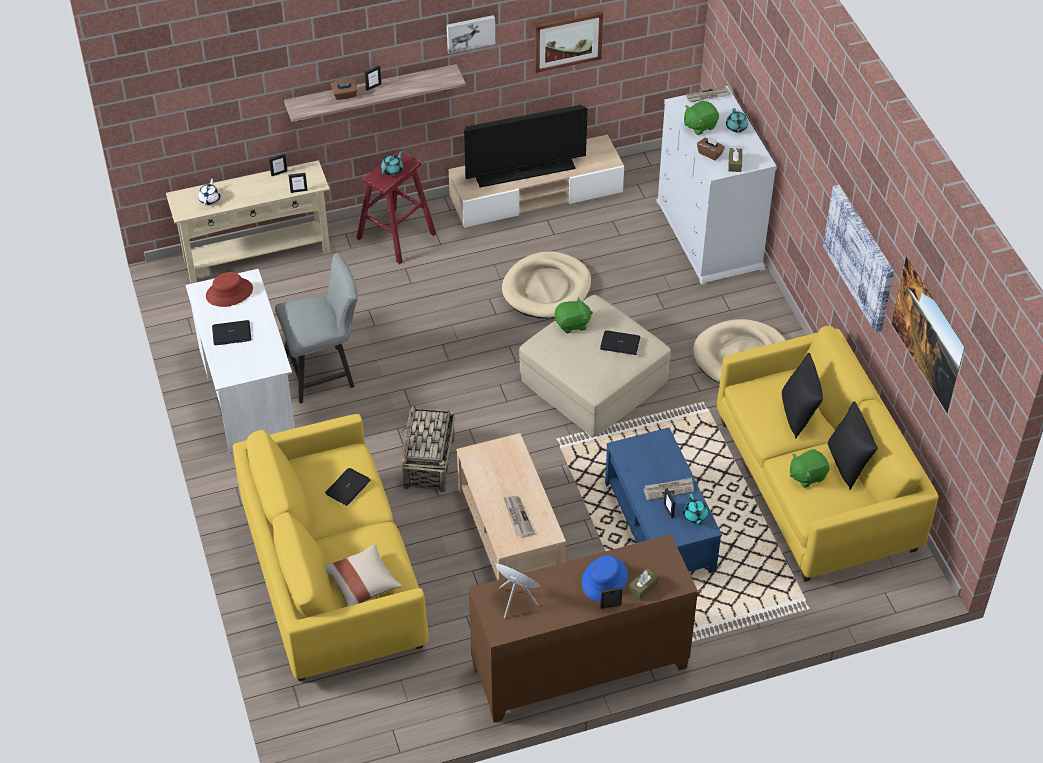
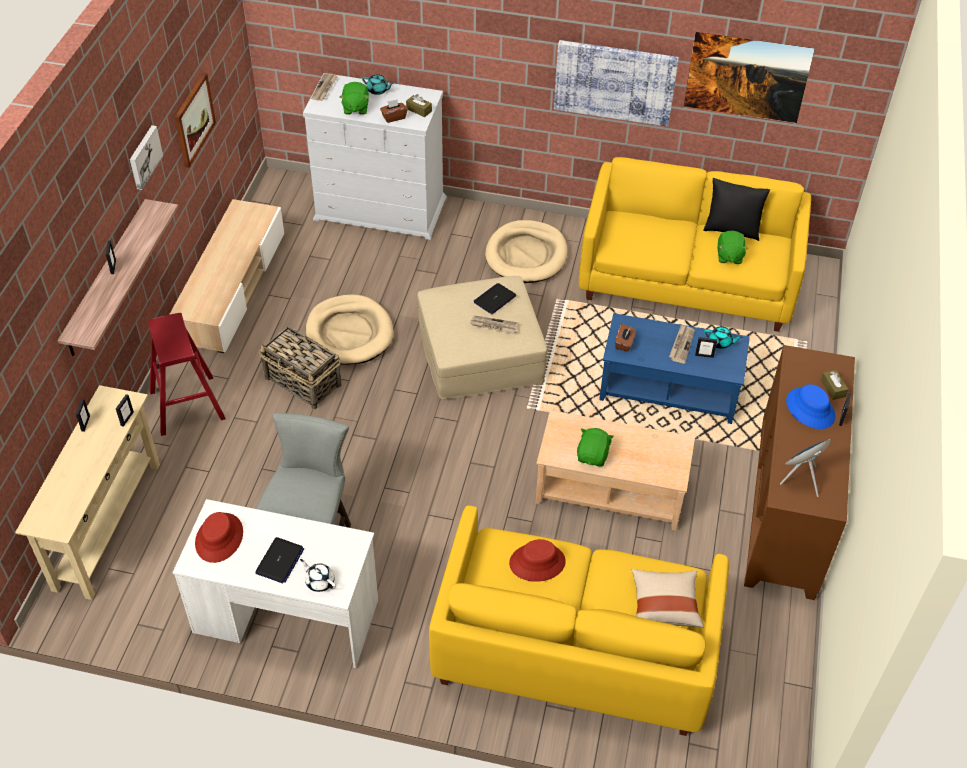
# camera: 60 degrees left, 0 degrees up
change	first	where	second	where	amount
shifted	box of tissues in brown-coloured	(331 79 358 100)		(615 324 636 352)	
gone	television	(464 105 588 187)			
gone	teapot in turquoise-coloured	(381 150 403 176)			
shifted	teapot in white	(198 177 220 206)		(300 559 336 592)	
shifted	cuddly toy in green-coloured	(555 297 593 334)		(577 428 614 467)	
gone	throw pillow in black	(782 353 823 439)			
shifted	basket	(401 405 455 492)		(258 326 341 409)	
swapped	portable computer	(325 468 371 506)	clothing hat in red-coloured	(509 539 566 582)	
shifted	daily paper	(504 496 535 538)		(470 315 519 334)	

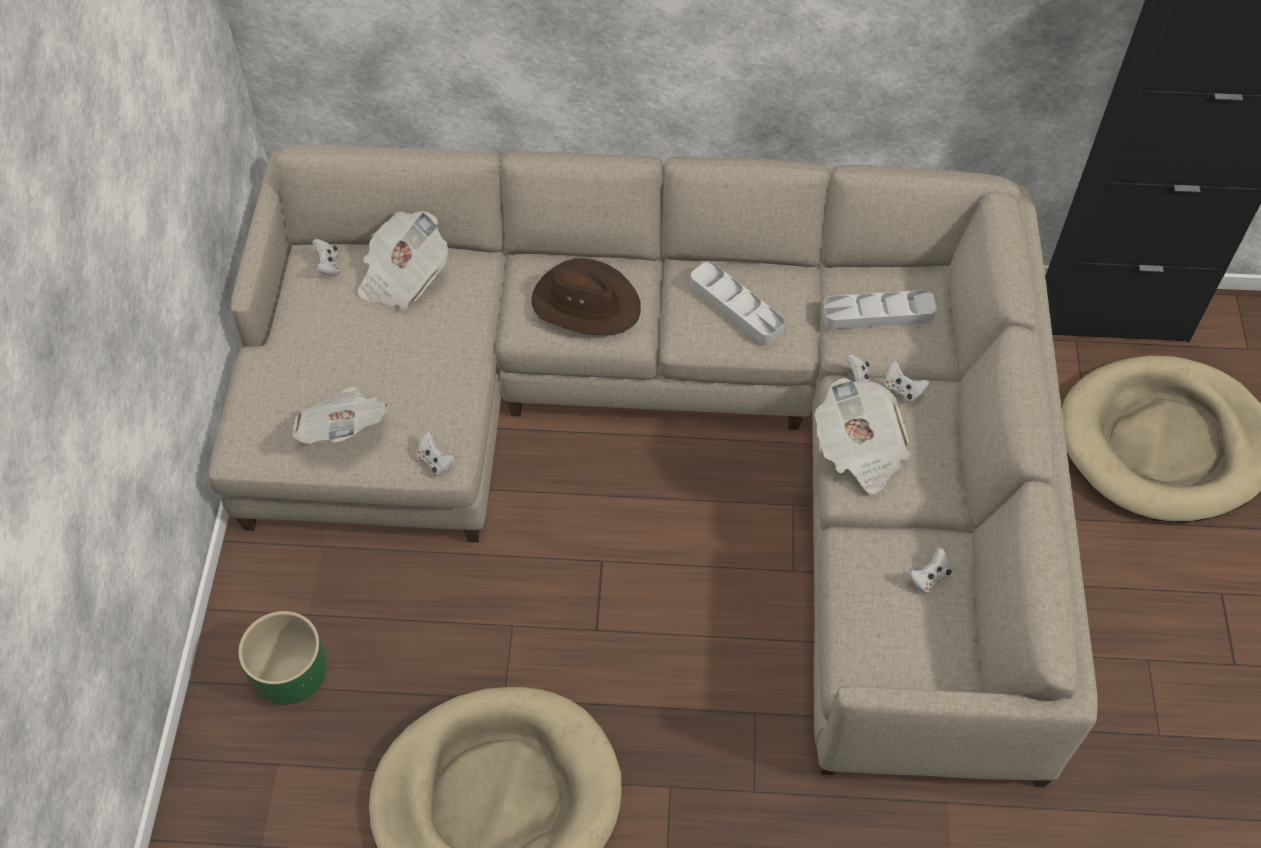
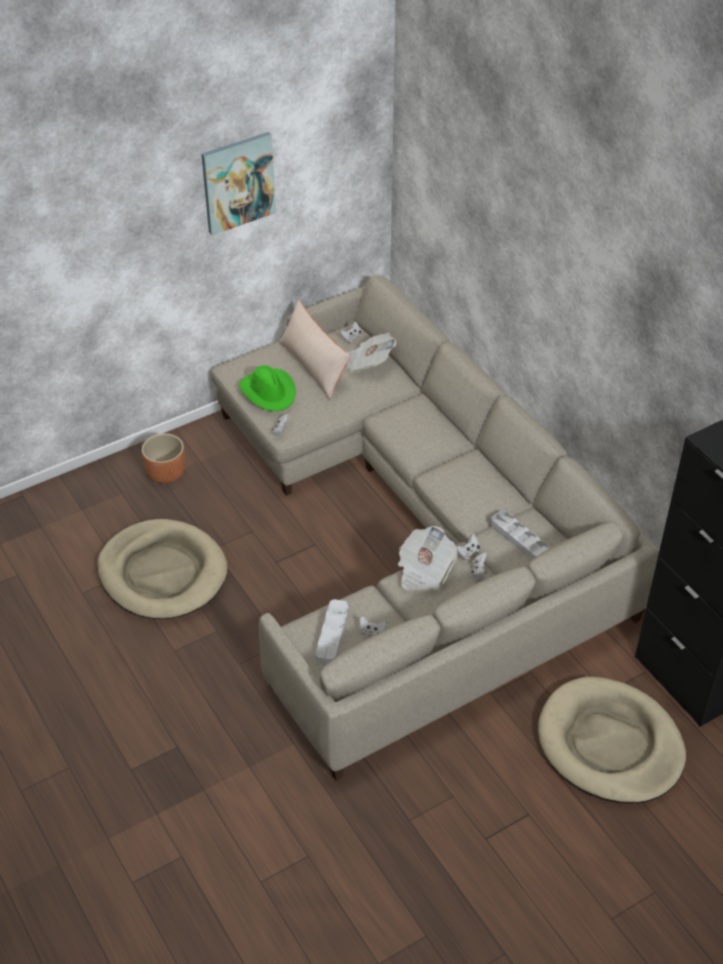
# camera: 55 degrees right, 10 degrees down
change	first	where	second	where	amount
gone	clothing hat in brown-coloured	(531 259 641 335)			
shifted	tray in greyish	(690 262 785 345)		(315 599 349 665)	
swapped	daily paper	(292 387 388 444)	clothing hat in green-coloured	(239 365 296 411)	
repainted	planter in green-coloured	(238 611 327 705)	planter in brown-coloured	(142 433 185 483)	
new			picture	(201 132 276 235)	
new			throw pillow in sand-coloured	(279 300 351 400)	

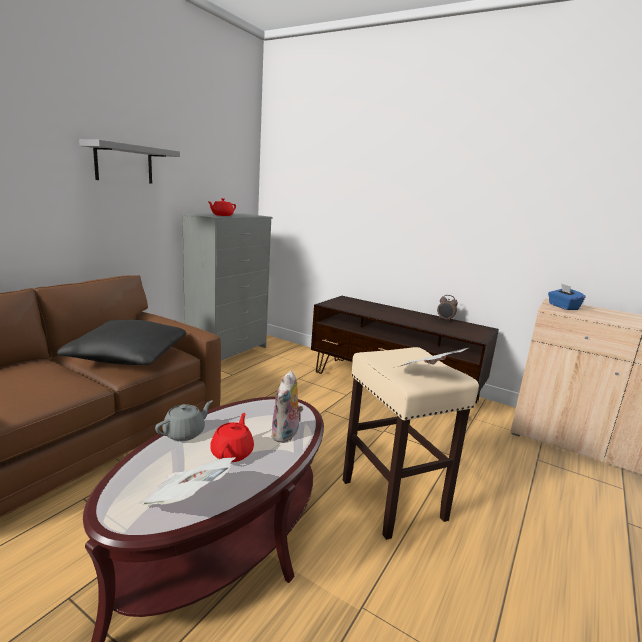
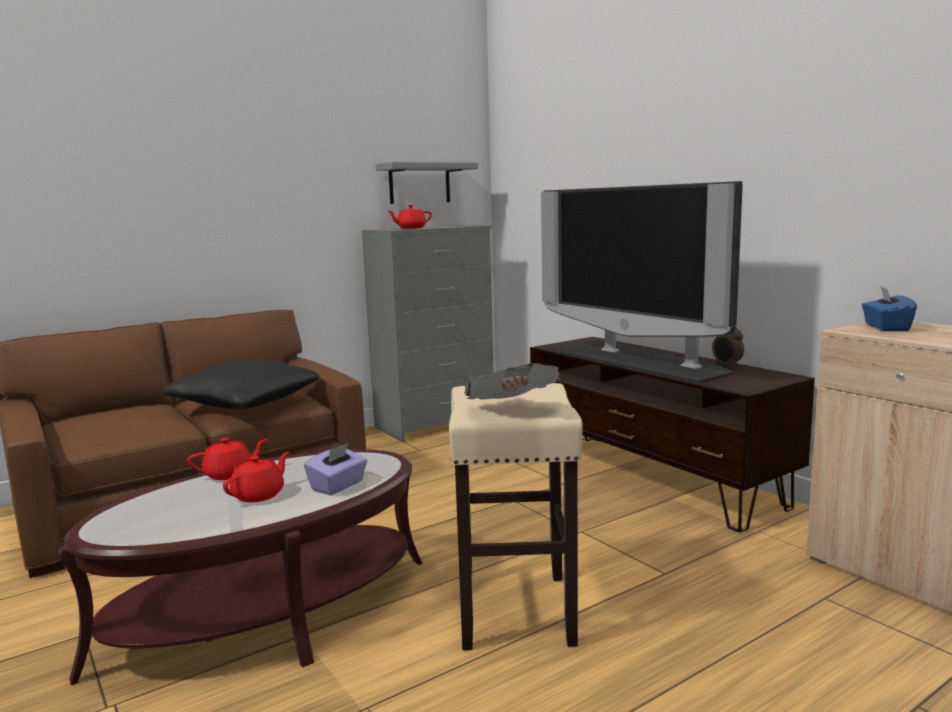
# camera: 25 degrees right, 5 degrees down
change	first	where	second	where	amount
shifted	shelf in greyish	(79 139 180 184)		(375 162 478 204)	
swapped	cuddly toy	(271 371 303 443)	box of tissues in purple-coloured	(304 443 367 495)	
repainted	teapot in greyish	(155 401 213 441)	teapot in red-coloured	(188 438 268 480)	
gone	daily paper	(139 457 236 505)			
new			television	(541 181 743 383)	

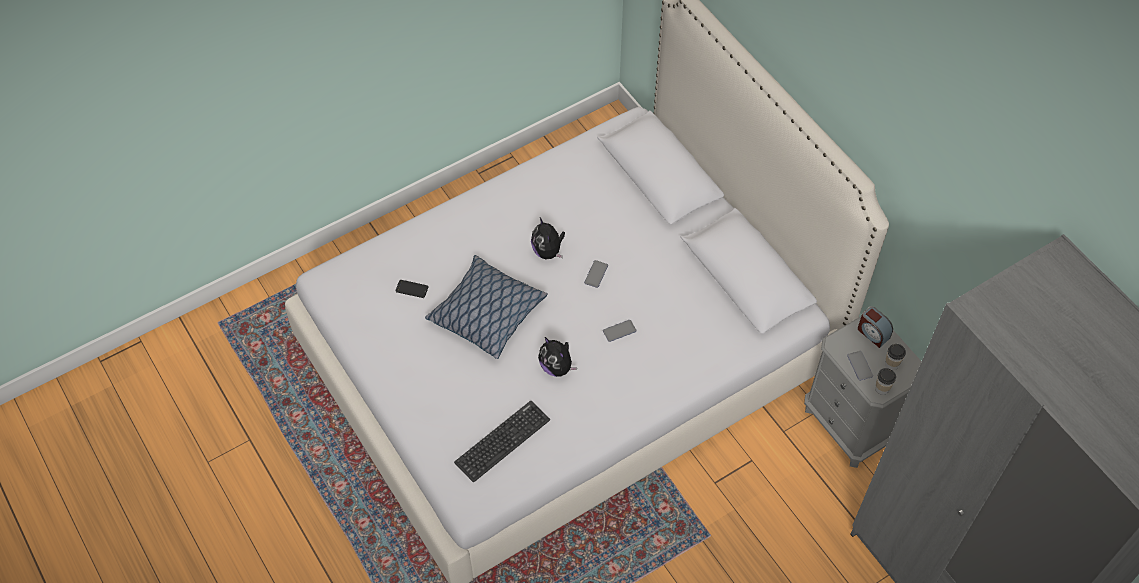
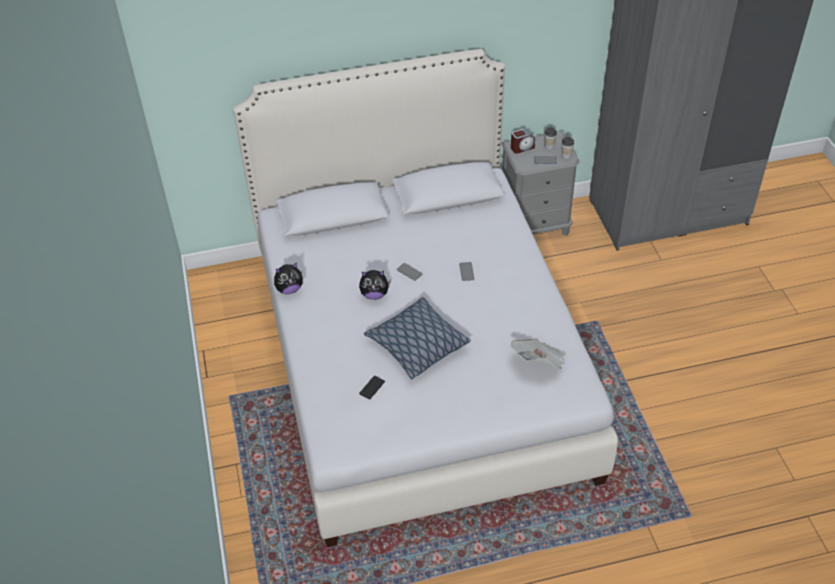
# camera: 70 degrees left, 10 degrees down
change	first	where	second	where	amount
shifted	cuddly toy	(538 337 577 377)		(274 262 303 294)	
swapped	PC keyboard	(454 401 550 482)	daily paper	(511 338 566 369)	

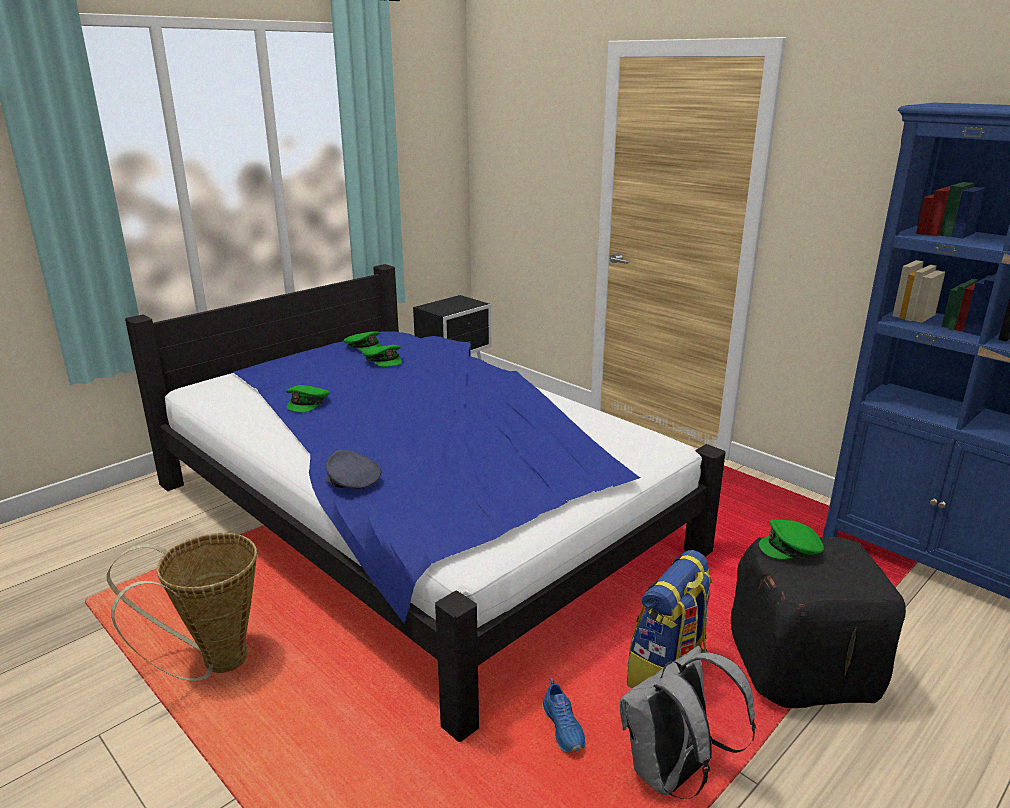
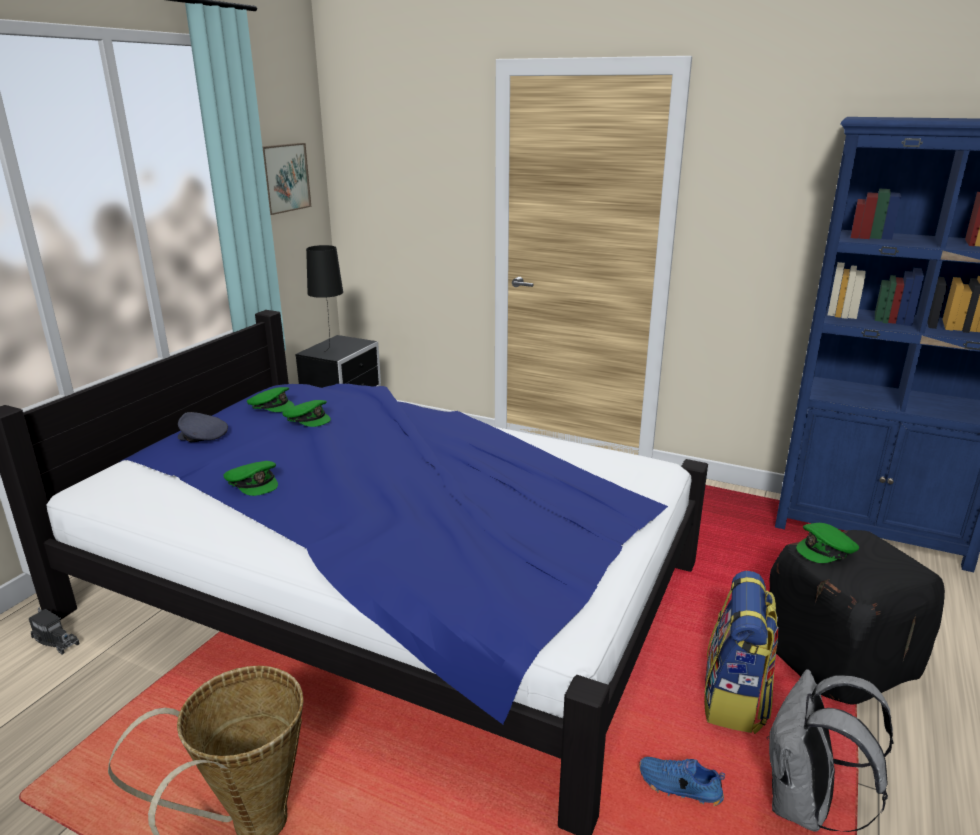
# camera: 20 degrees left, 0 degrees up
change	first	where	second	where	amount
rotated	baseball cap in green-coloured	(286 385 329 413)		(223 461 278 496)	45 degrees counterclockwise
shifted	baseball cap in greyish	(326 450 381 489)		(178 412 228 442)	
rotated	shoe in blue	(542 678 585 753)		(639 757 725 806)	150 degrees clockwise
new			picture	(262 143 311 215)	
new			tabletop lamp in black	(306 245 343 351)	
new			model truck	(29 607 80 655)	

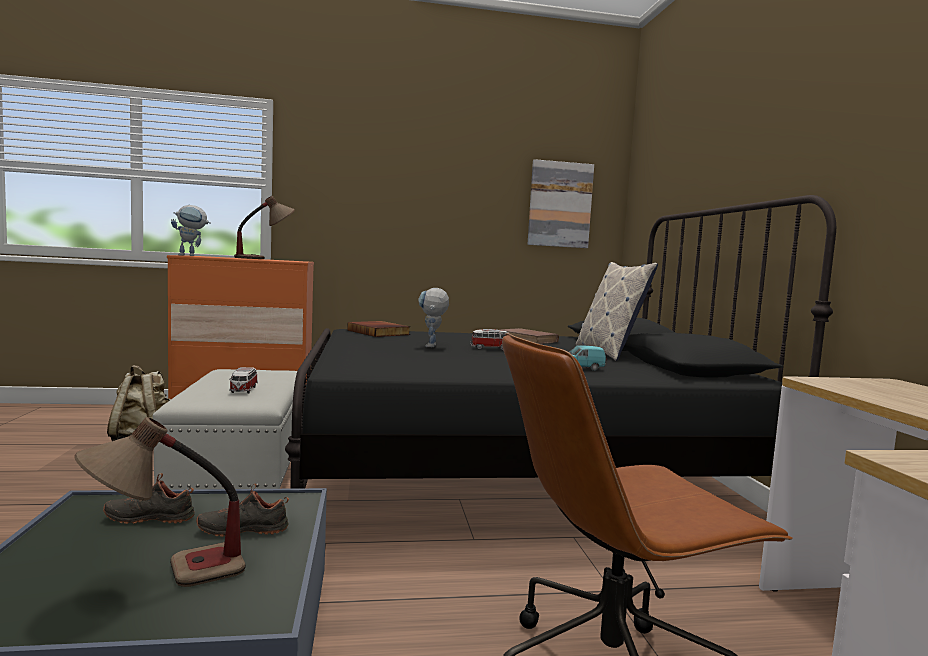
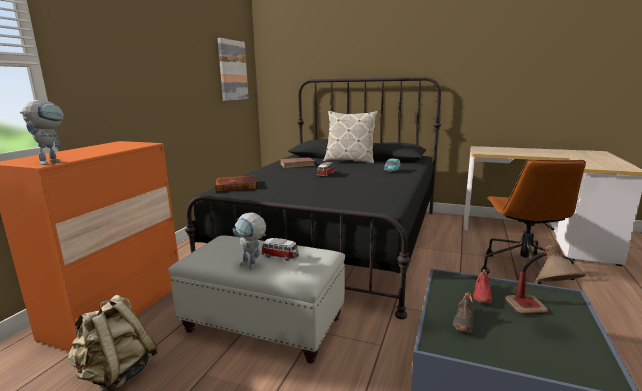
# camera: 60 degrees left, 10 degrees up
change	first	where	second	where	amount
gone	tabletop lamp	(234 196 295 259)			
shifted	robot figure	(418 288 449 347)		(233 213 266 269)	
repainted	shoe in black	(196 484 289 537)	shoe in red-coloured	(473 269 492 304)	

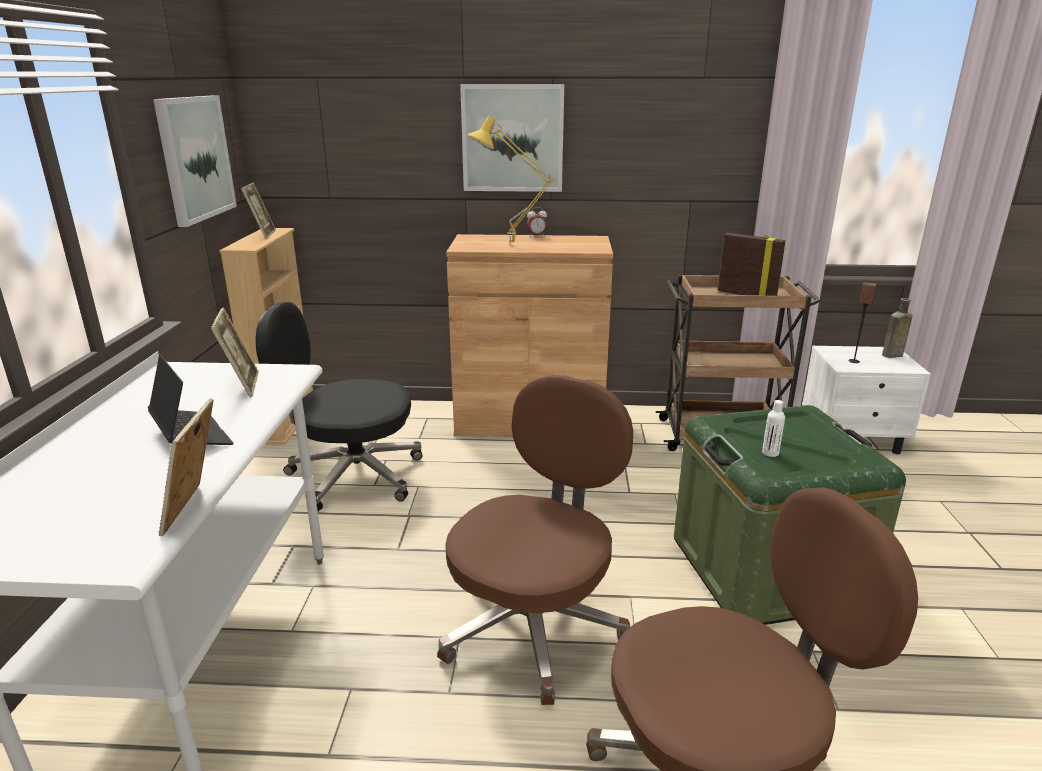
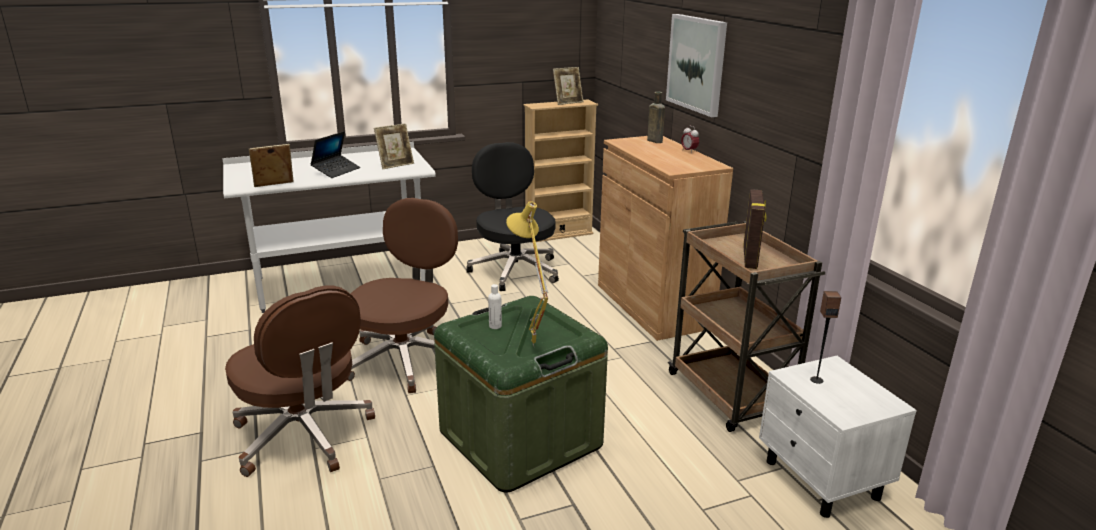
# camera: 65 degrees right, 0 degrees up
change	first	where	second	where	amount
gone	picture	(153 96 237 227)			
shifted	tabletop lamp in yellow	(467 116 554 246)		(506 201 548 346)	
shifted	drink bottle in brown-coloured	(882 298 912 358)		(647 92 665 143)	
rotated	computer chair in brown-coloured	(437 375 633 705)		(347 198 458 393)	75 degrees counterclockwise

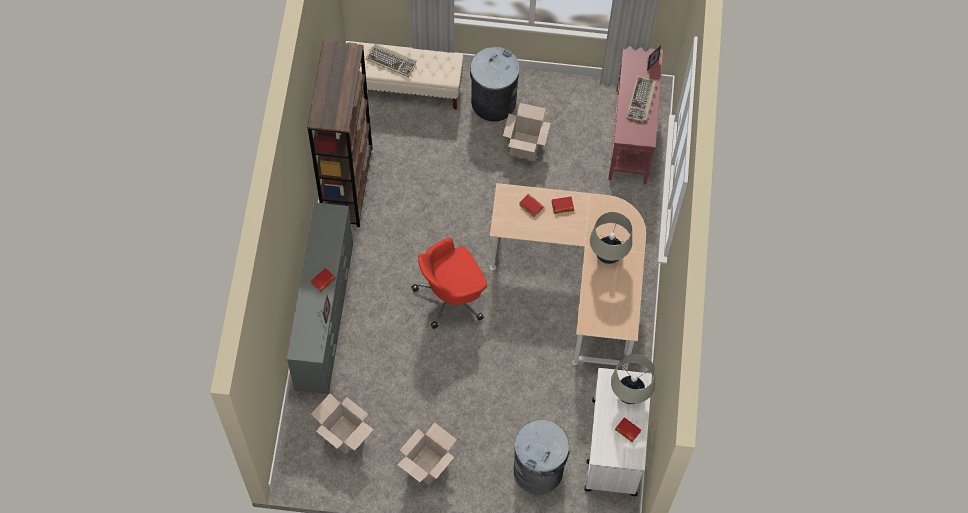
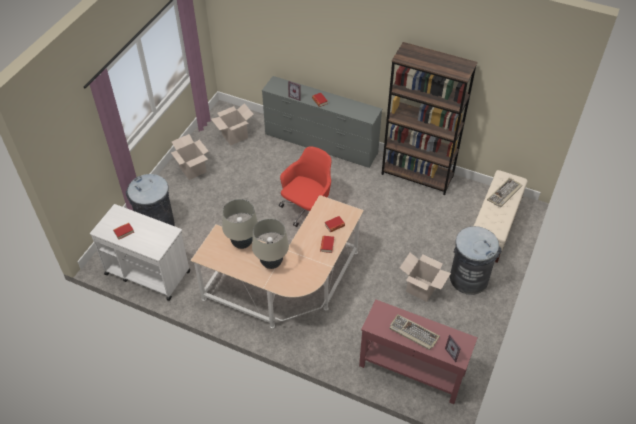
# camera: 110 degrees right, 15 degrees down
change	first	where	second	where	amount
rotated	computer chair in red-coloured	(411 238 487 329)		(279 146 332 227)	45 degrees clockwise
shifted	tabletop lamp in sand-coloured	(611 354 655 404)		(222 199 258 249)	

